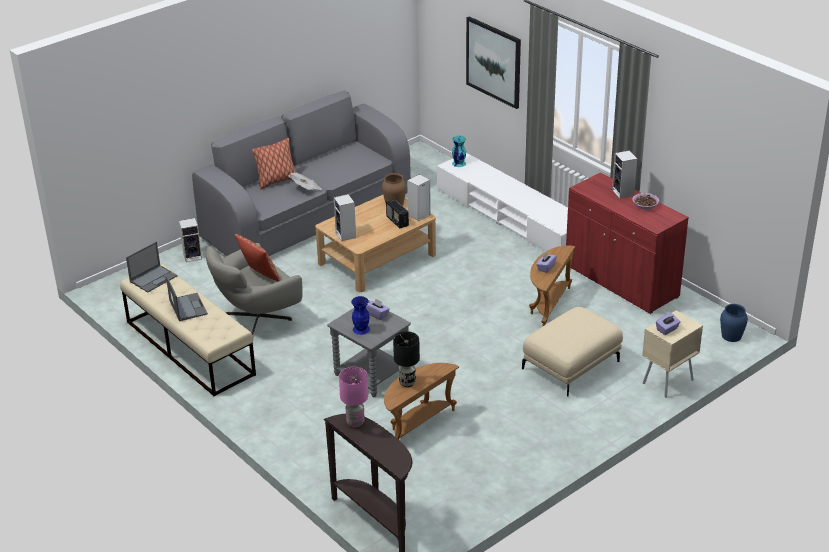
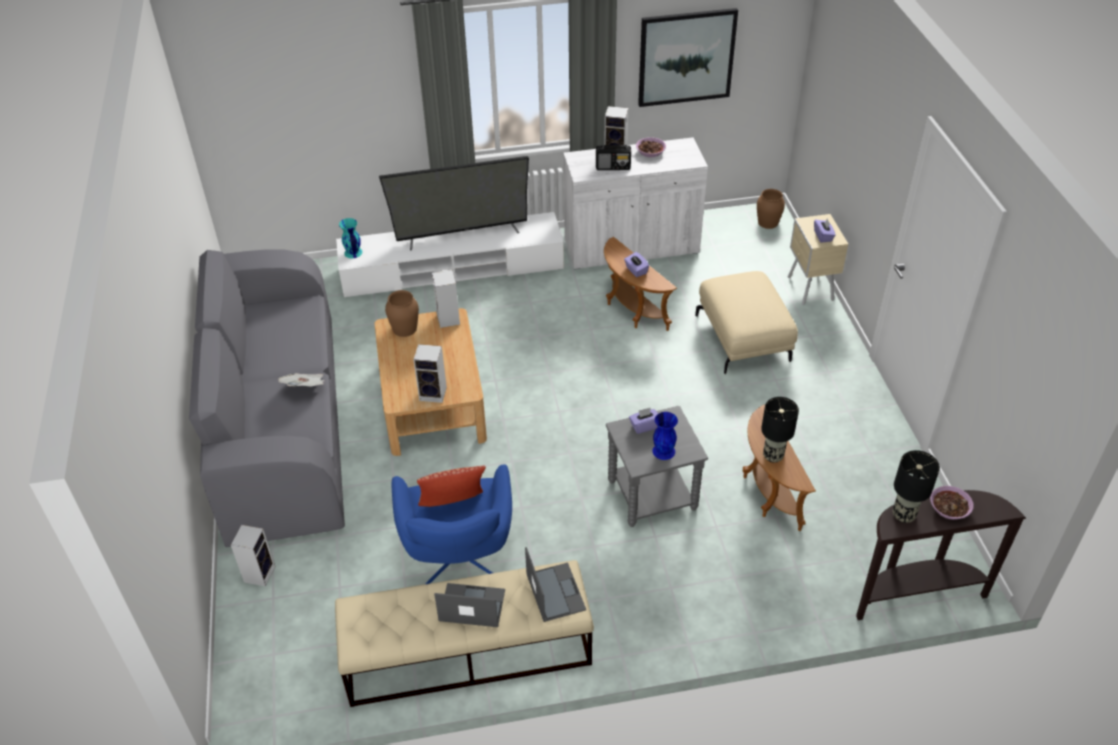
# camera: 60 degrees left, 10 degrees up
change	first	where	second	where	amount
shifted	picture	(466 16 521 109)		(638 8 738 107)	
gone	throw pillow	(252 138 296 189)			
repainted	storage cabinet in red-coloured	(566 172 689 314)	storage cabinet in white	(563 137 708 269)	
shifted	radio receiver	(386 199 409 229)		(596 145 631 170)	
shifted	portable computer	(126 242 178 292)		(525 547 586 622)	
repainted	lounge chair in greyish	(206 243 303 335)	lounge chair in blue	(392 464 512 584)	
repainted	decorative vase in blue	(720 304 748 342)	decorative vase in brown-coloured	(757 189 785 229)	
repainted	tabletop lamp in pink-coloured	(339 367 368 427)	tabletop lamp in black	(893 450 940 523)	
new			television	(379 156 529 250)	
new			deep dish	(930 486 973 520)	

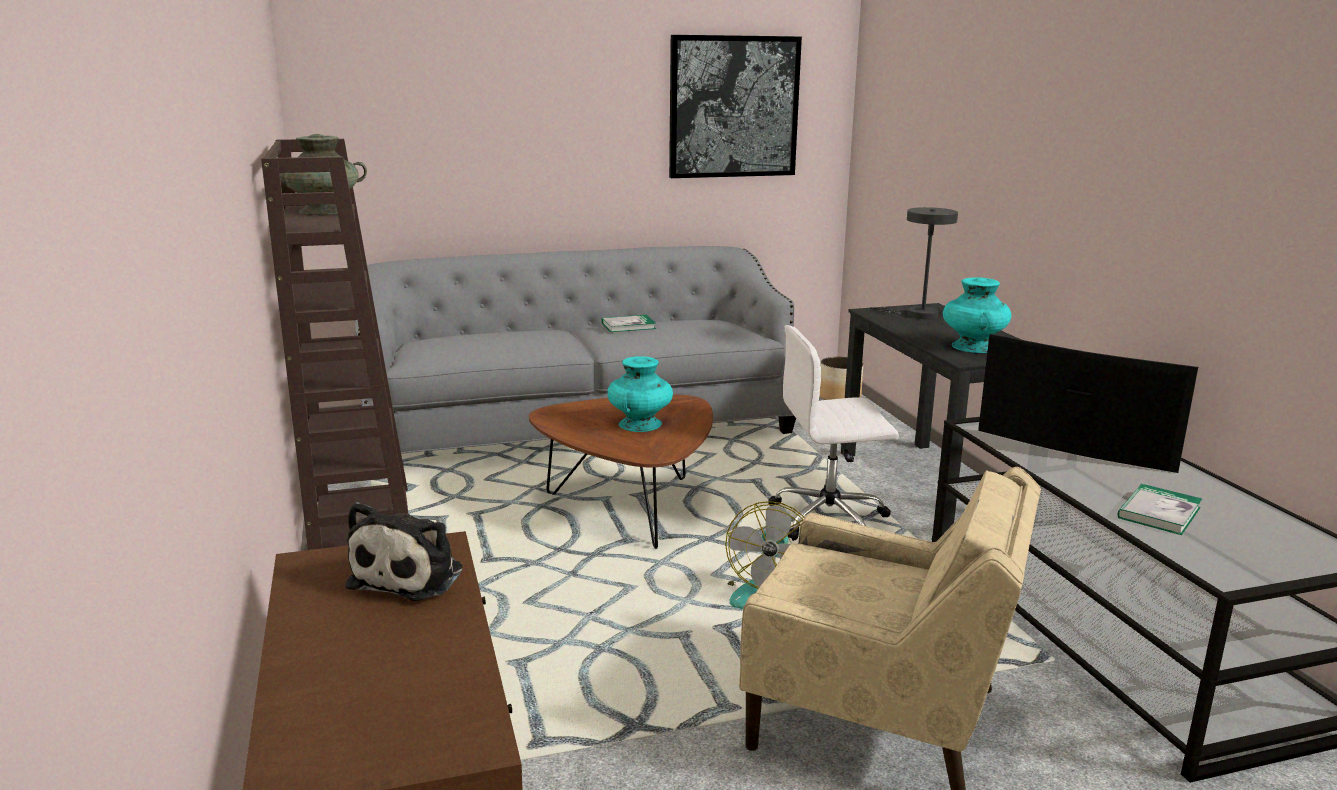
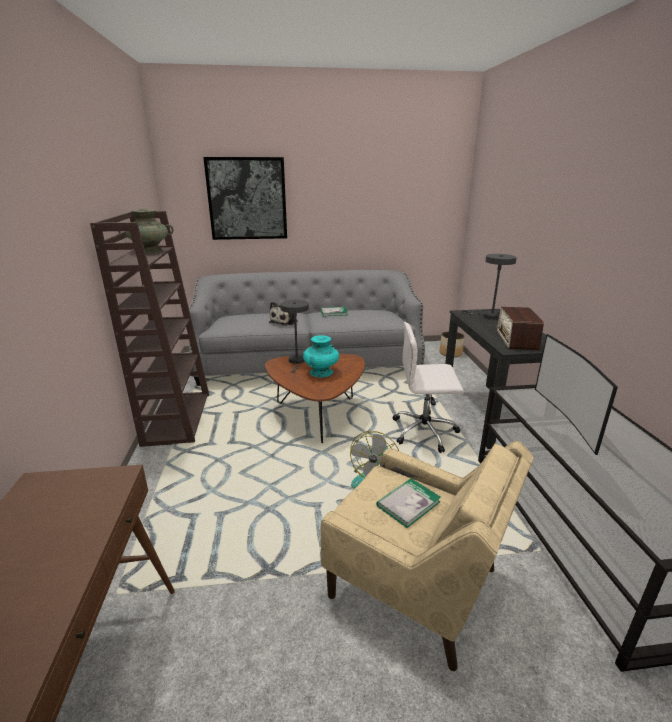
# camera: 10 degrees right, 5 degrees up
change	first	where	second	where	amount
shifted	picture	(669 35 802 178)		(203 157 287 240)	
swapped	decorative vase in turquoise-coloured	(943 277 1011 353)	radio receiver	(497 307 544 350)	
rotated	television	(978 334 1198 473)		(535 334 618 455)	135 degrees counterclockwise
shifted	book	(1118 484 1202 535)		(376 478 441 528)	
shifted	cuddly toy	(345 502 463 601)		(269 302 298 326)	
new			tabletop lamp in greyish	(280 299 309 373)	

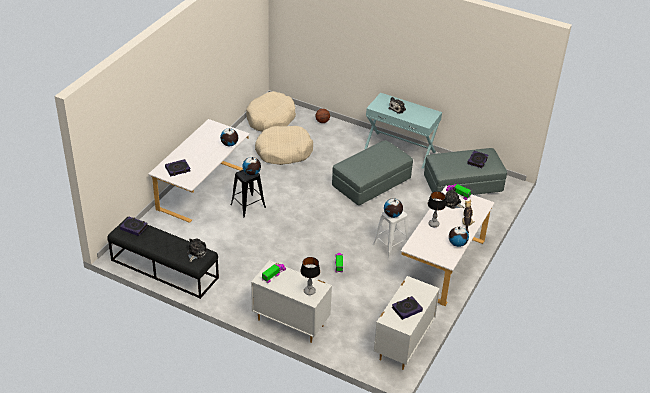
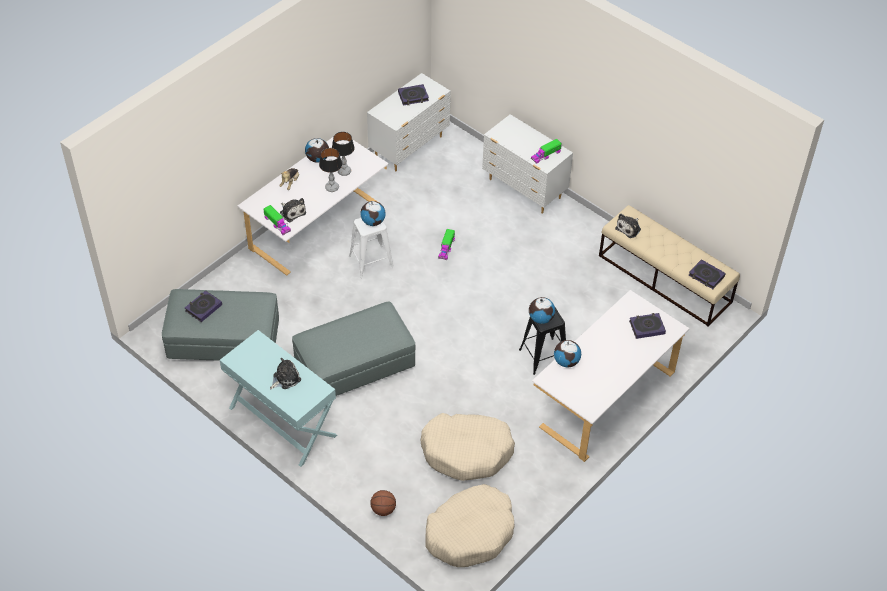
# camera: 165 degrees left, 10 degrees up
change	first	where	second	where	amount
repainted	indoor bench in black	(108 217 219 299)	indoor bench in sand-coloured	(599 205 740 327)	
shifted	tabletop lamp	(300 257 320 295)		(332 132 355 176)	

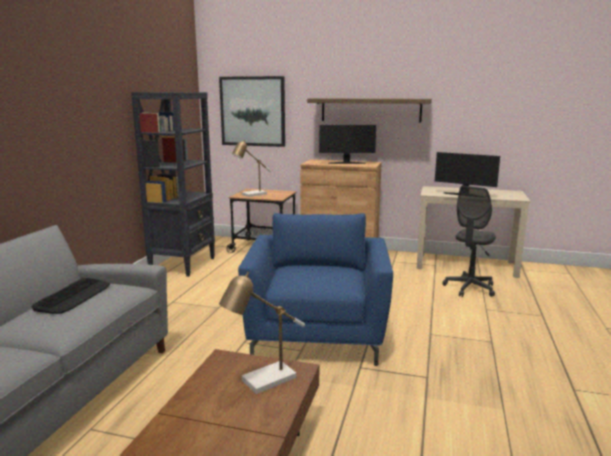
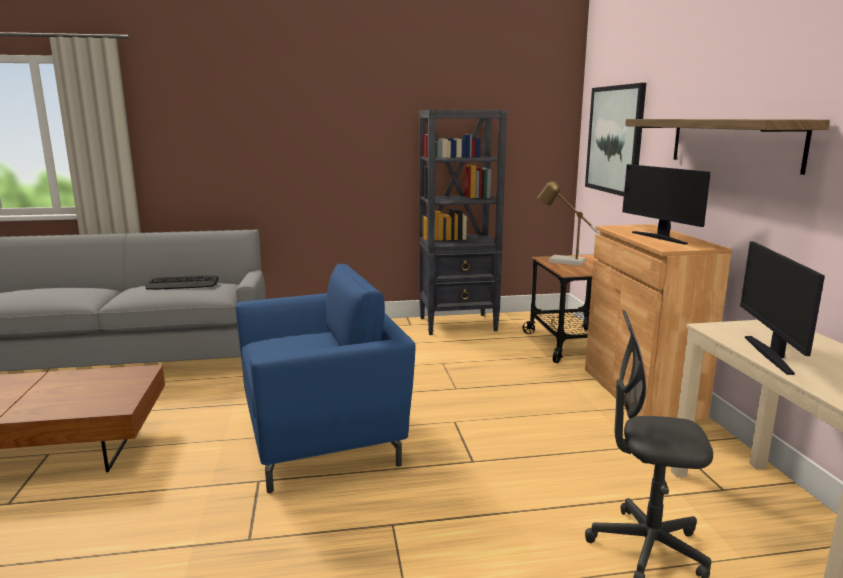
# camera: 65 degrees right, 0 degrees up
change	first	where	second	where	amount
gone	tabletop lamp	(219 272 305 394)			

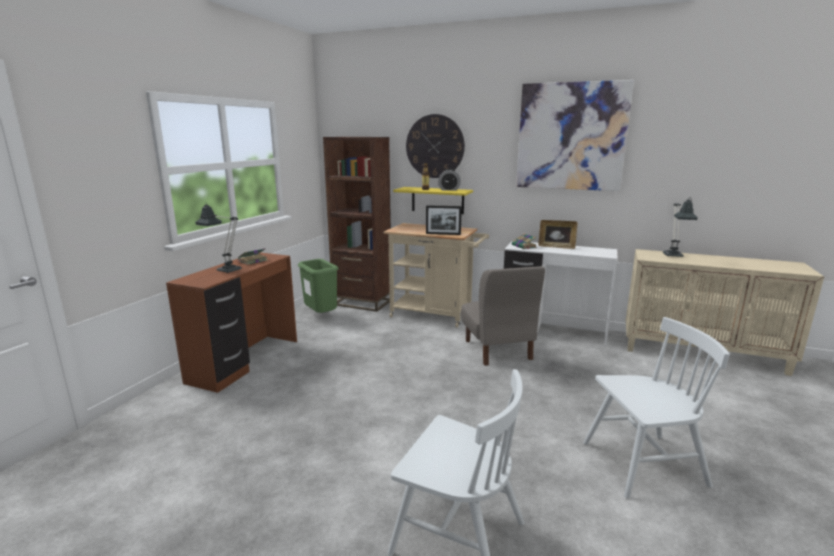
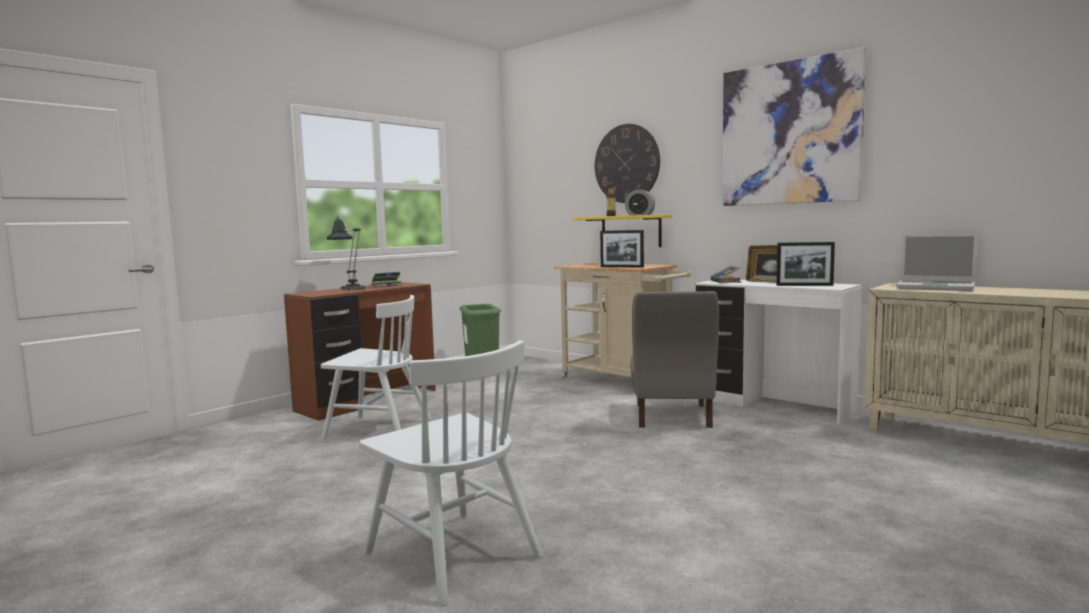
# camera: 20 degrees right, 10 degrees down
change	first	where	second	where	amount
gone	shelving unit in brown-coloured	(323 137 391 312)			
swapped	tabletop lamp	(663 197 698 257)	portable computer	(896 234 977 291)	
shifted	plain chair in white	(583 317 730 499)		(321 295 431 440)	
new			standing frame	(777 242 835 286)	

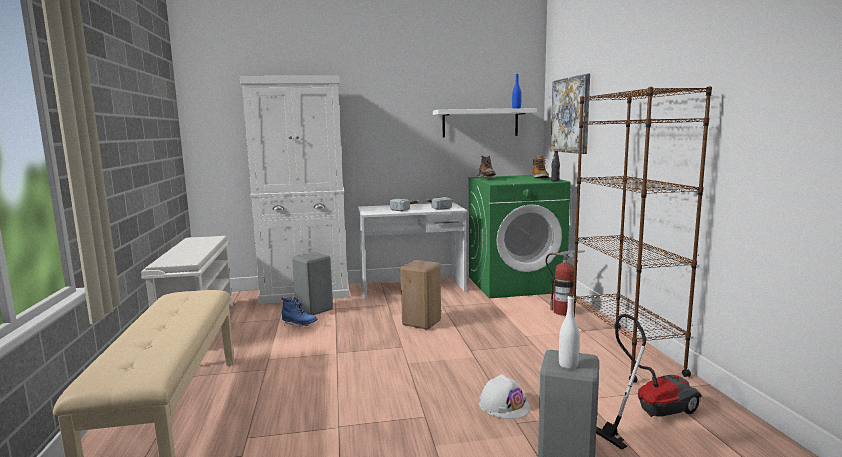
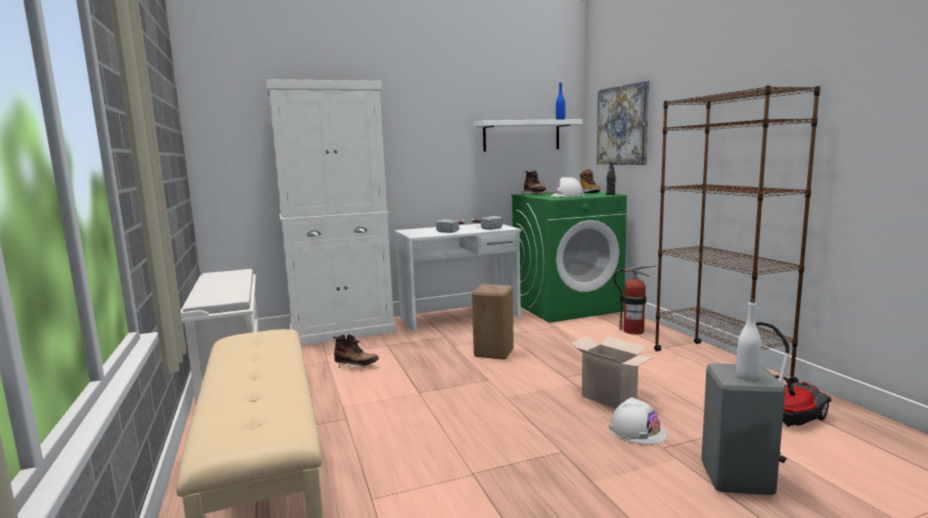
# camera: 10 degrees left, 0 degrees up
change	first	where	second	where	amount
gone	stool in greyish	(292 252 333 315)			
repainted	tall boot in blue	(282 297 318 326)	tall boot in brown-coloured	(333 334 379 368)	
new			hard hat in white	(550 177 585 197)	
new			carton	(571 336 653 409)	

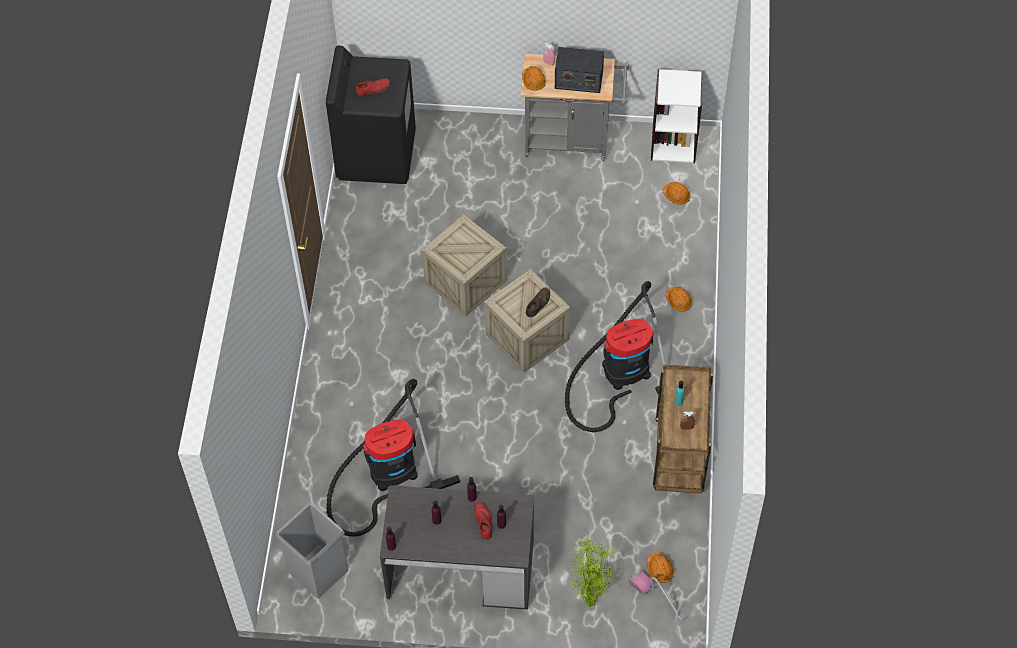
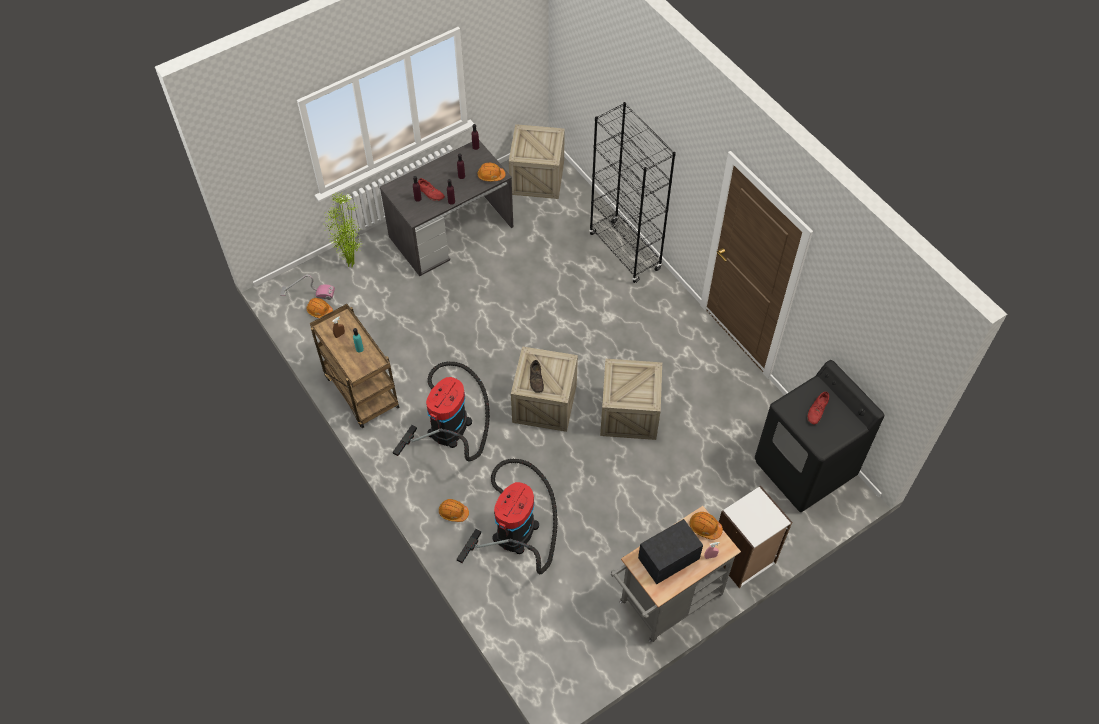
# camera: 140 degrees right, 0 degrees up
change	first	where	second	where	amount
shifted	shelving unit in white	(651 69 703 163)		(719 486 792 588)	
shifted	hard hat in orange-coloured	(663 182 691 205)		(478 163 506 182)	
shifted	hoover	(326 379 460 537)		(457 459 558 574)	
swapped	rubbish bin in greyish	(276 502 348 599)	crate	(509 124 565 199)	
new			shelving unit in black	(589 102 676 283)	

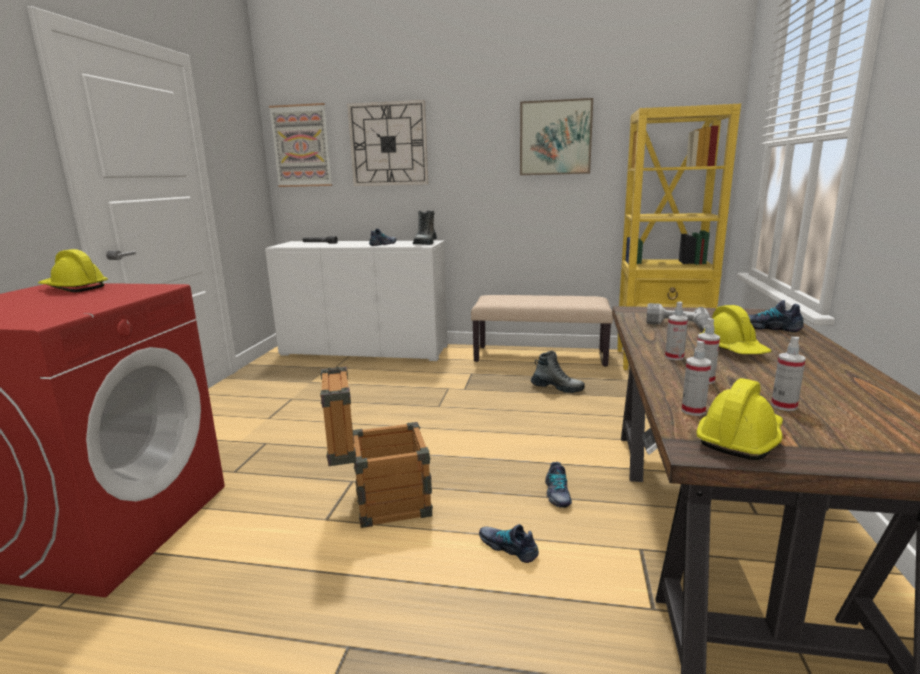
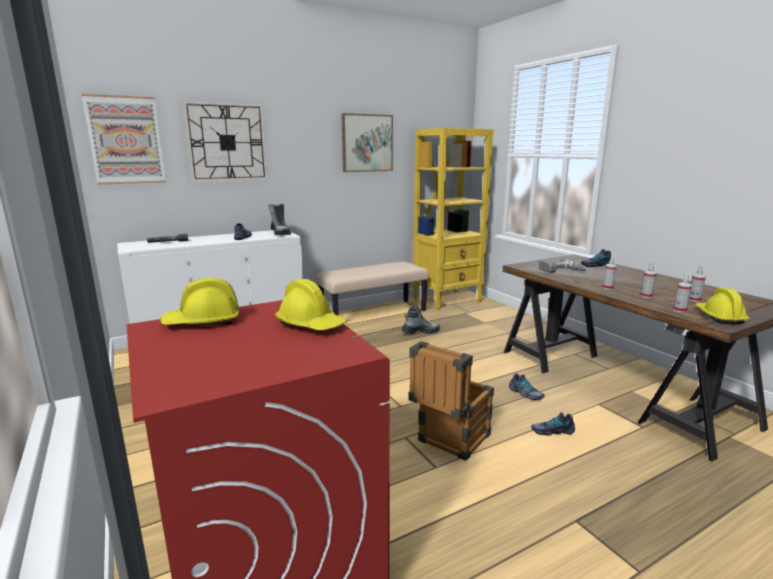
# camera: 40 degrees left, 0 degrees up
change	first	where	second	where	amount
shifted	hard hat in yellow	(699 305 772 354)		(275 279 347 330)	

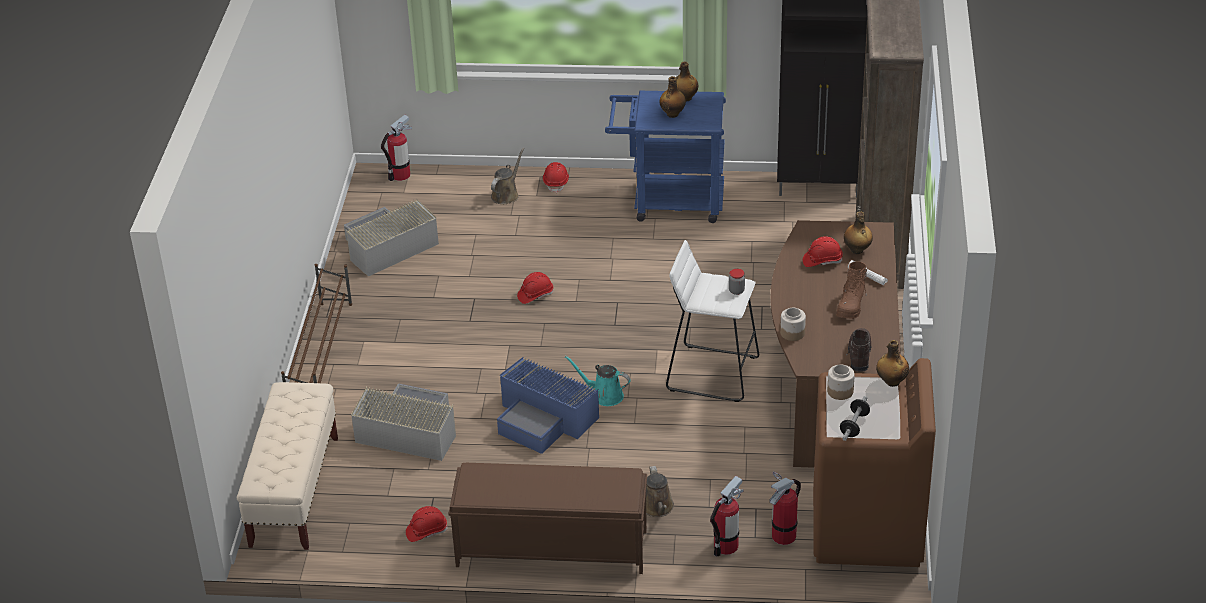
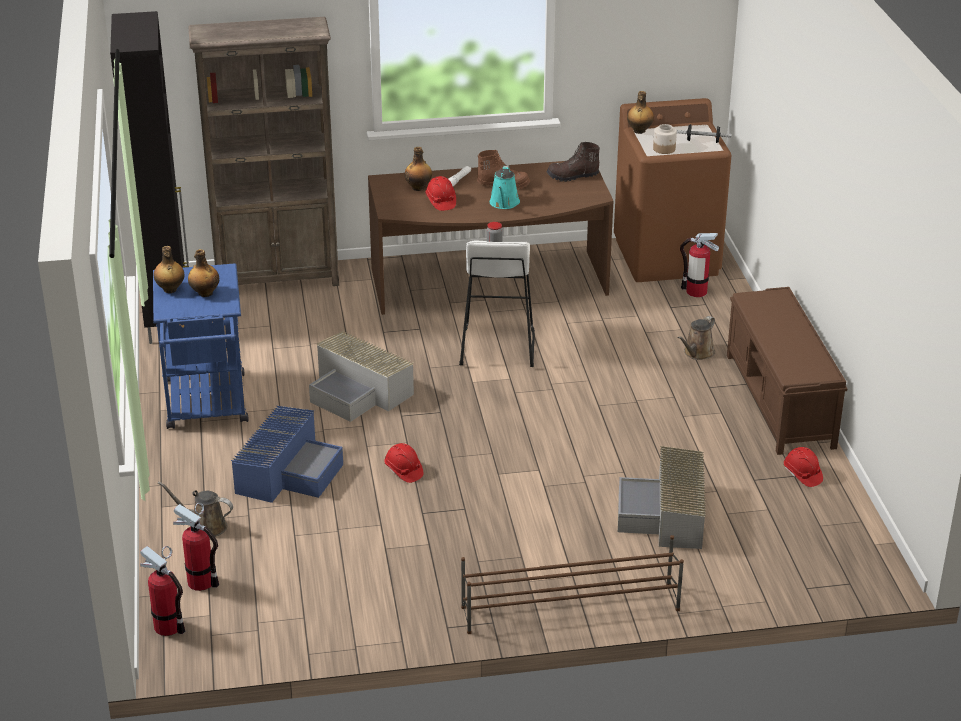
# camera: 105 degrees left, 5 degrees down
change	first	where	second	where	amount
gone	hard hat in red-coloured	(543 162 569 193)			
shifted	storage container in greyish	(344 198 439 277)		(309 331 414 422)	
gone	jar	(780 308 806 341)			
shifted	watering can in turquoise-coloured	(565 356 631 406)		(490 165 520 209)	
shifted	storage container in blue	(497 357 599 454)		(231 406 343 503)	
gone	indoor bench in sand-coloured	(237 382 338 550)			
rotated	watering can in brown-coloured	(646 466 674 517)		(677 316 715 360)	150 degrees clockwise
shifted	fire-fighting cylinder	(710 476 744 556)		(173 503 219 591)	

